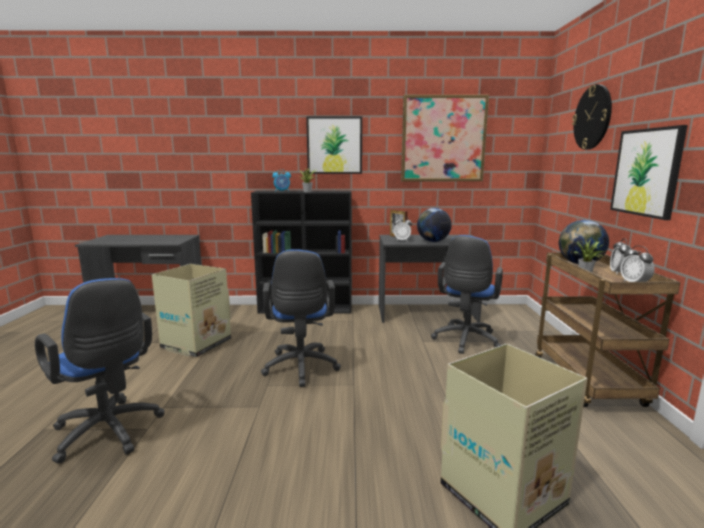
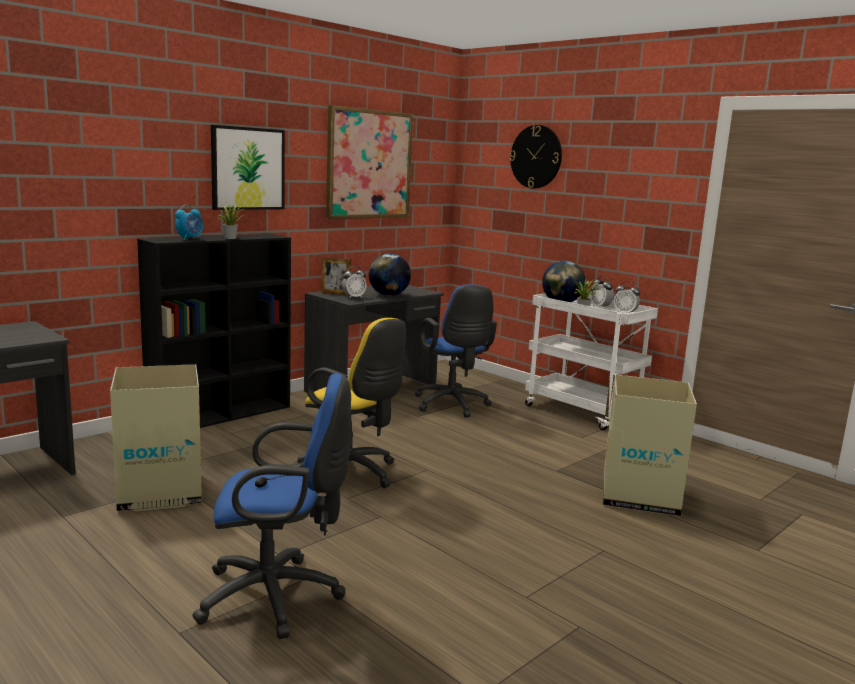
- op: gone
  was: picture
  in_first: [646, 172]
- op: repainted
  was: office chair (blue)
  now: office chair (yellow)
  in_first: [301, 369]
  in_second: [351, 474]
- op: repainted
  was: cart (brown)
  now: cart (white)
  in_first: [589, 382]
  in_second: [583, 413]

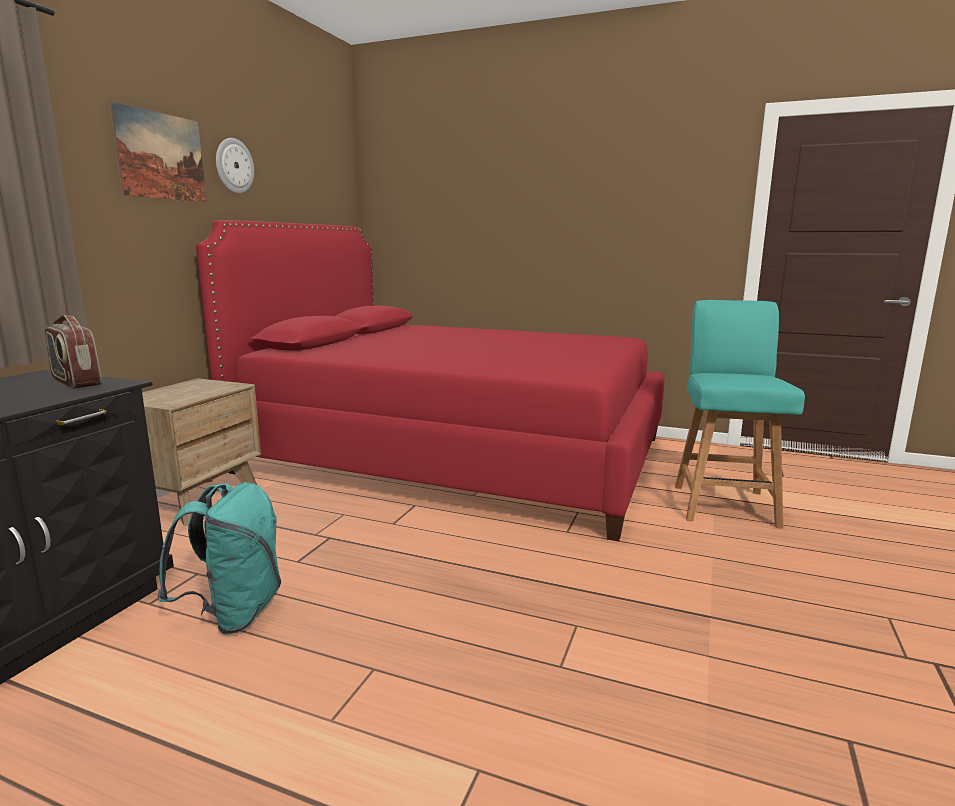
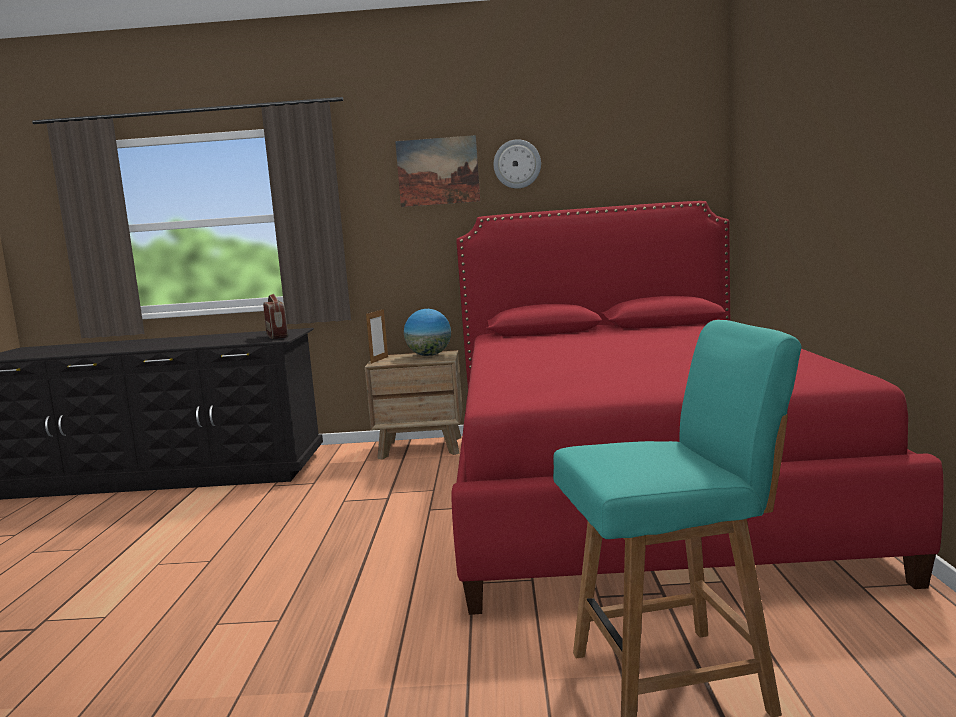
- op: gone
  was: backpack (turquoise)
  in_first: [234, 613]
- op: new
  now: picture frame
  in_second: [379, 360]
- op: new
  now: globe
  in_second: [429, 355]
- op: rotated
  was: radio
  in_first: [75, 382]
  in_second: [277, 336]
  clockwise: 135

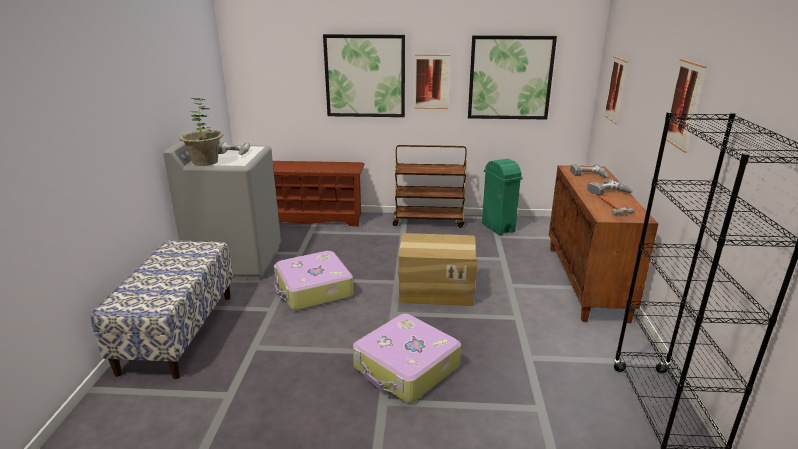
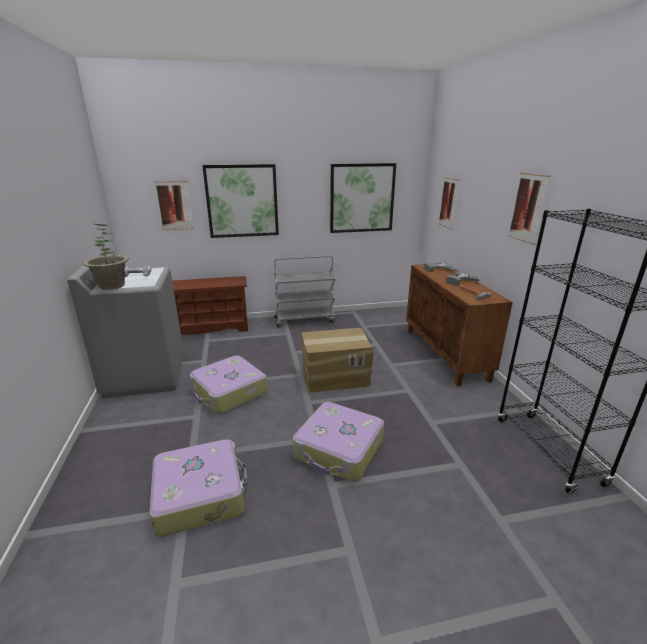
- op: gone
  was: bench
  in_first: [178, 332]
- op: gone
  was: trash can (green)
  in_first: [498, 228]
- op: new
  now: suitcase
  in_second: [200, 494]
- op: shifted
  was: picture
  in_first: [431, 82]
  in_second: [174, 205]
- op: repainted
  was: cart (brown)
  now: cart (grey)
  in_first: [429, 220]
  in_second: [305, 320]

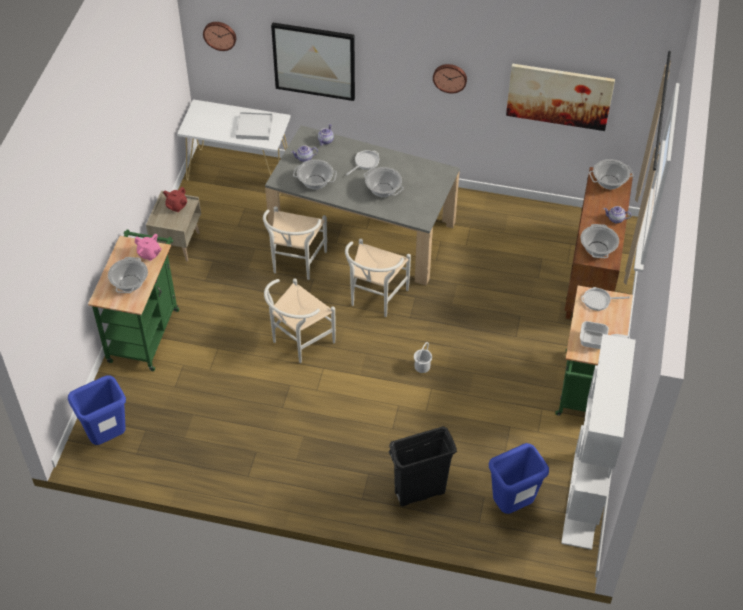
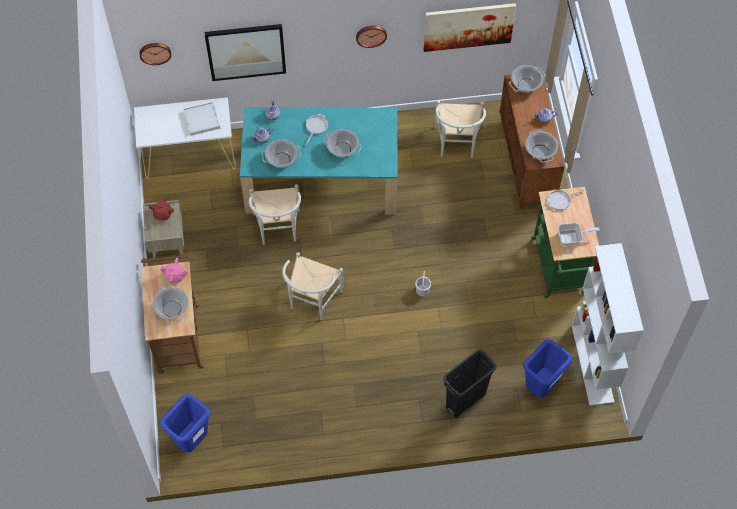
- op: shifted
  was: chair (white)
  in_first: [374, 299]
  in_second: [457, 145]
- op: repainted
  was: cart (green)
  now: cart (brown)
  in_first: [145, 331]
  in_second: [177, 334]
- op: repainted
  was: dining table (grey)
  now: dining table (turquoise)
  in_first: [362, 231]
  in_second: [321, 180]

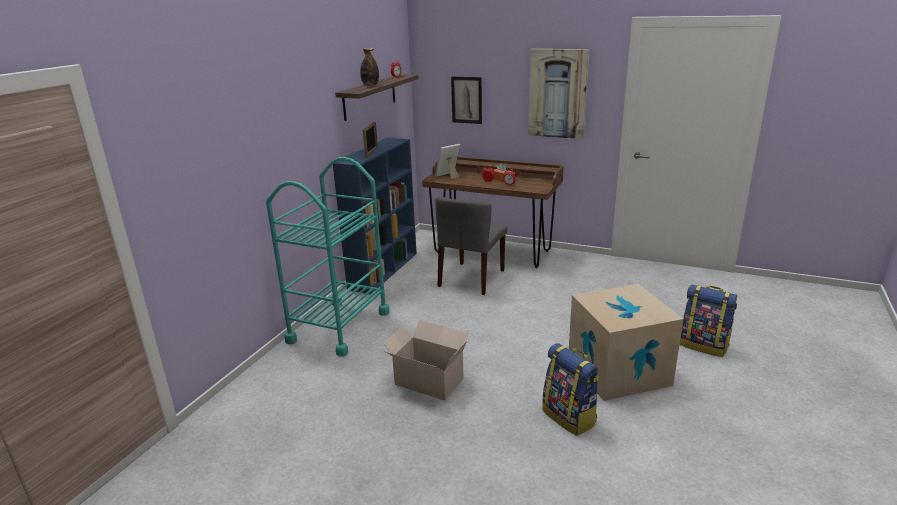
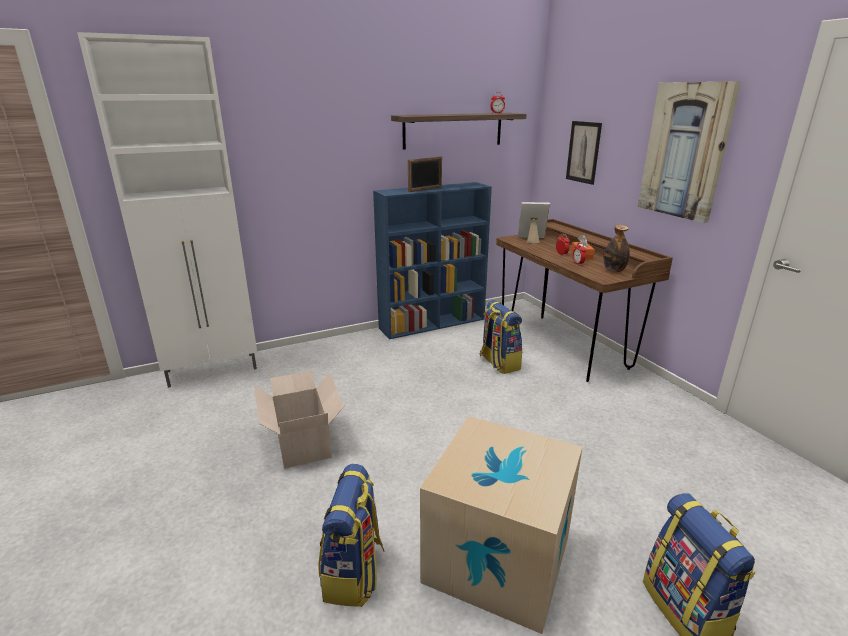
- op: gone
  was: cart (turquoise)
  in_first: [339, 327]
- op: new
  now: cabinet (white)
  in_second: [213, 370]
- op: shifted
  was: bottle
  in_first: [370, 85]
  in_second: [614, 270]
- op: swapped
  was: chair (grey)
  now: backpack
  in_first: [471, 278]
  in_second: [498, 363]

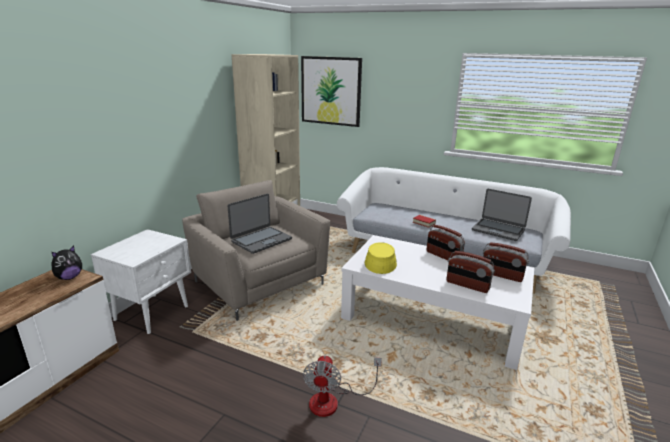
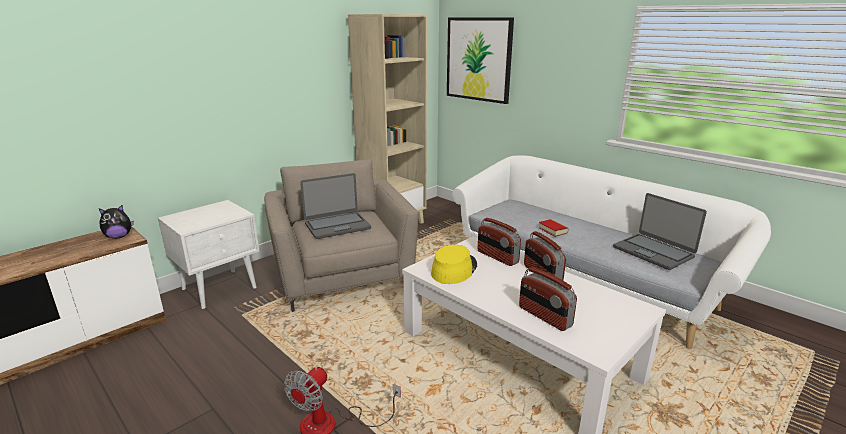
- op: shifted
  was: radio
  in_first: [501, 275]
  in_second: [497, 257]

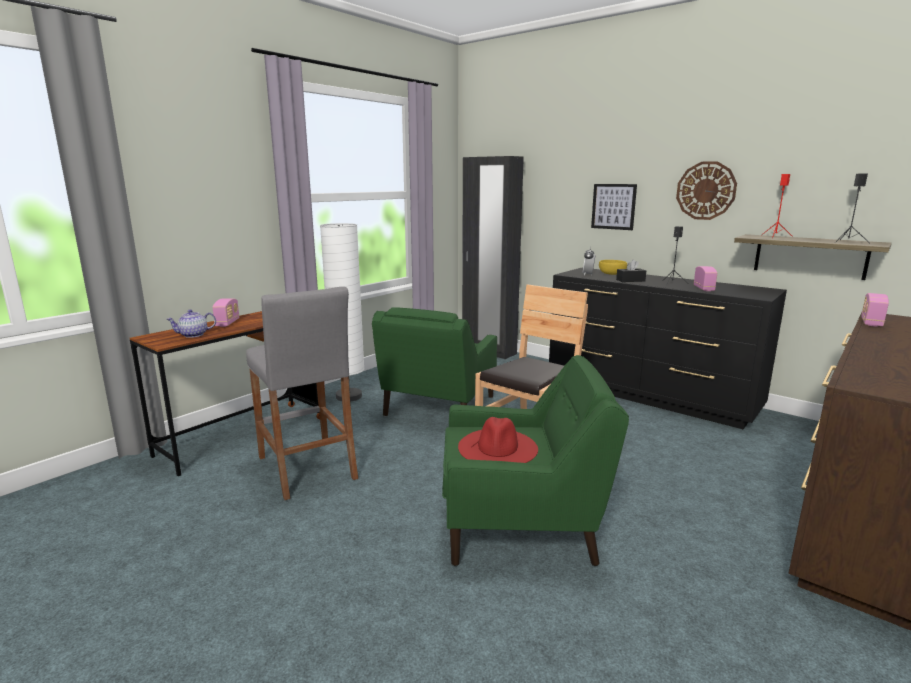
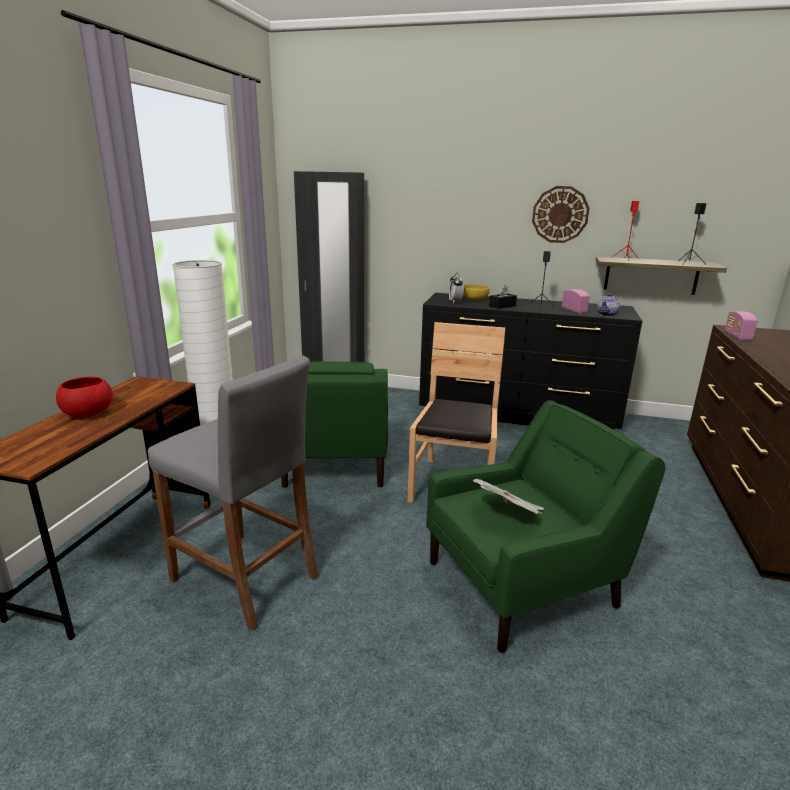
- op: gone
  was: picture
  in_first: [613, 206]
- op: shifted
  was: teapot
  in_first: [193, 335]
  in_second: [607, 314]
- op: swapped
  was: radio
  now: bowl (red)
  in_first: [227, 323]
  in_second: [88, 413]
- op: swapped
  was: hat (red)
  now: newspaper
  in_first: [498, 447]
  in_second: [509, 514]

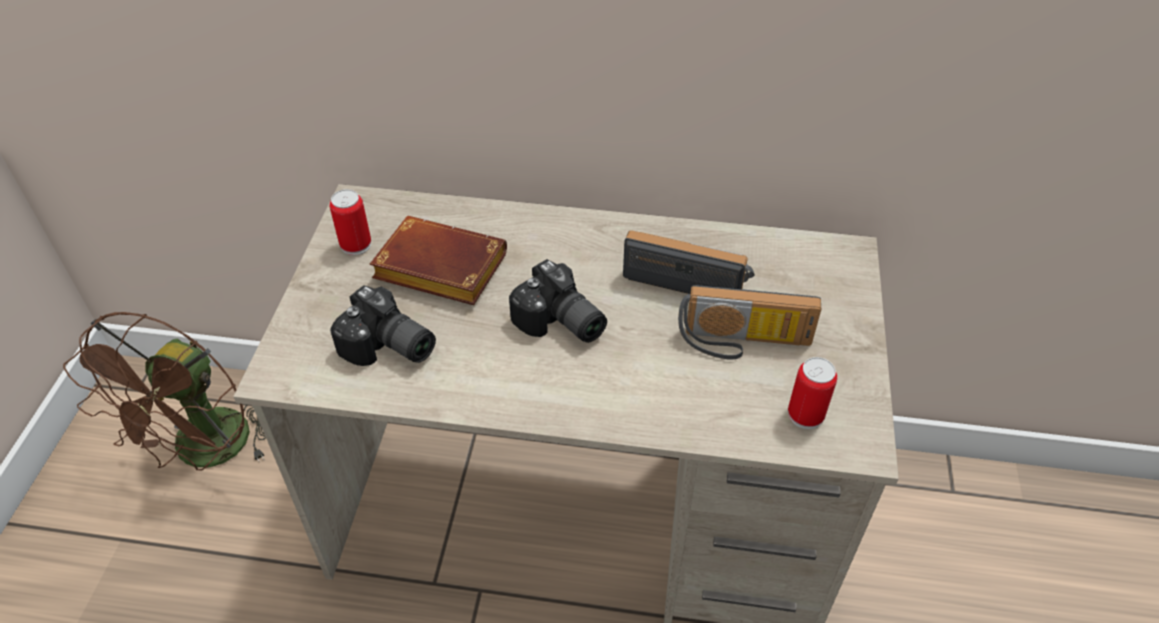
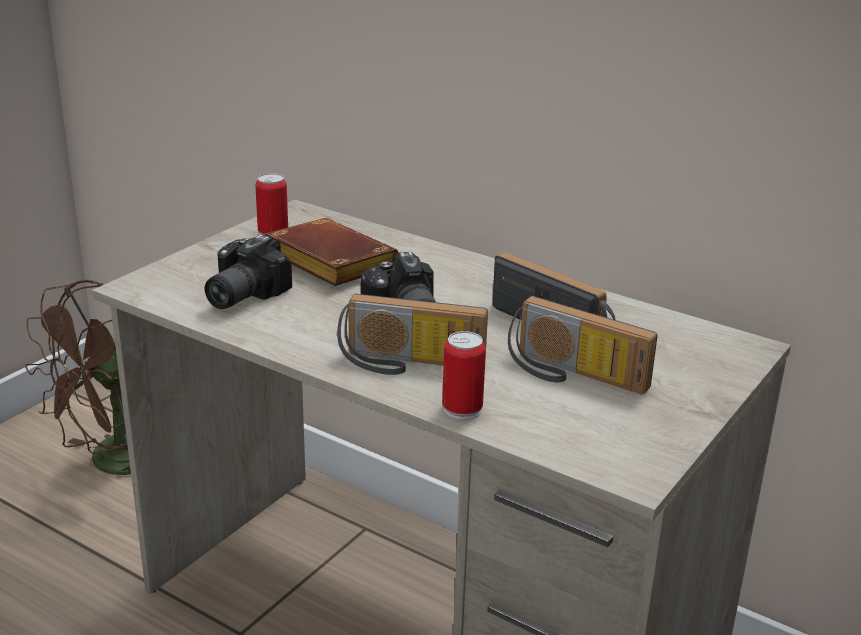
- op: new
  now: radio
  in_second: [409, 364]
- op: shifted
  was: can
  in_first: [805, 415]
  in_second: [462, 409]
- op: rotated
  was: photo camera
  in_first: [388, 348]
  in_second: [239, 295]
  clockwise: 60

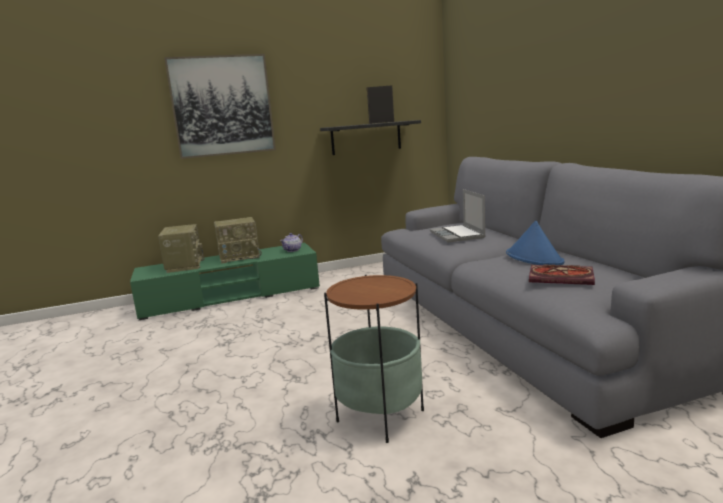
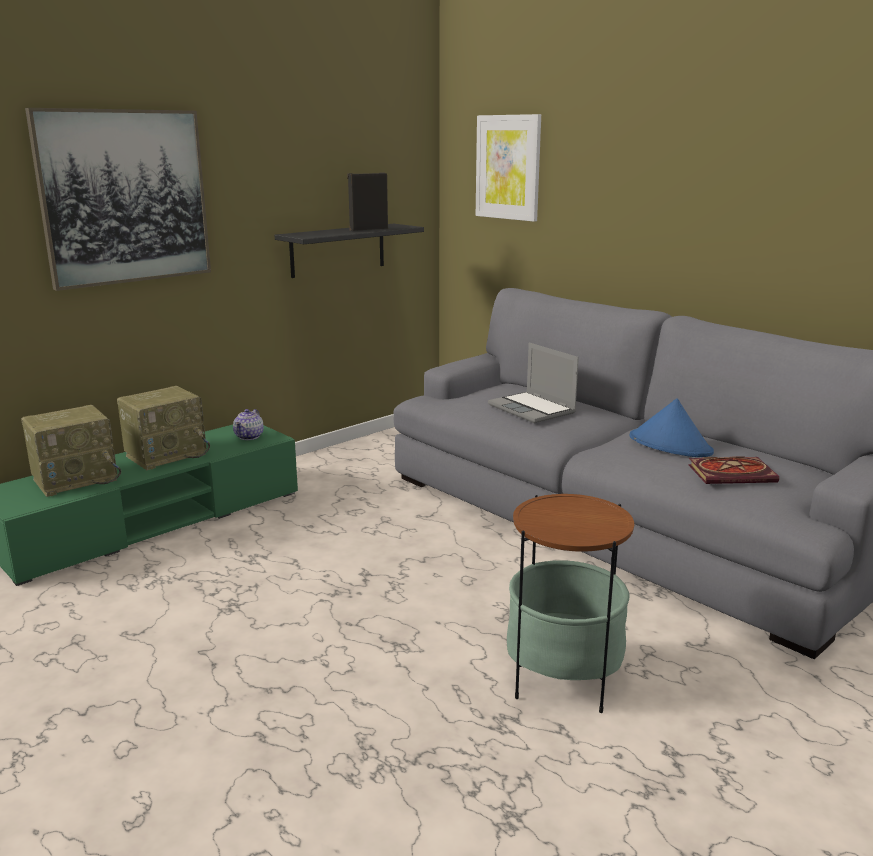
- op: new
  now: picture
  in_second: [508, 167]
- op: rotated
  was: radio
  in_first: [184, 265]
  in_second: [76, 479]
  clockwise: 90

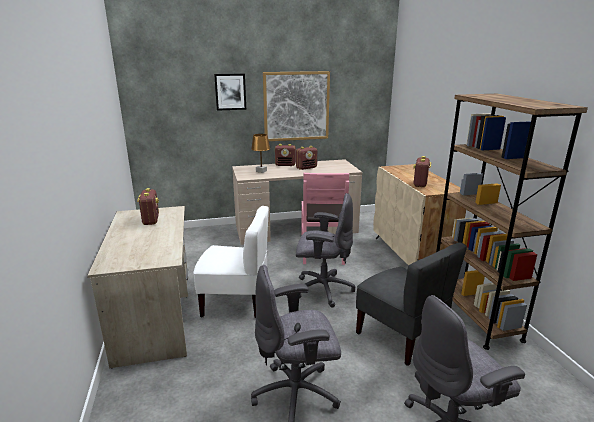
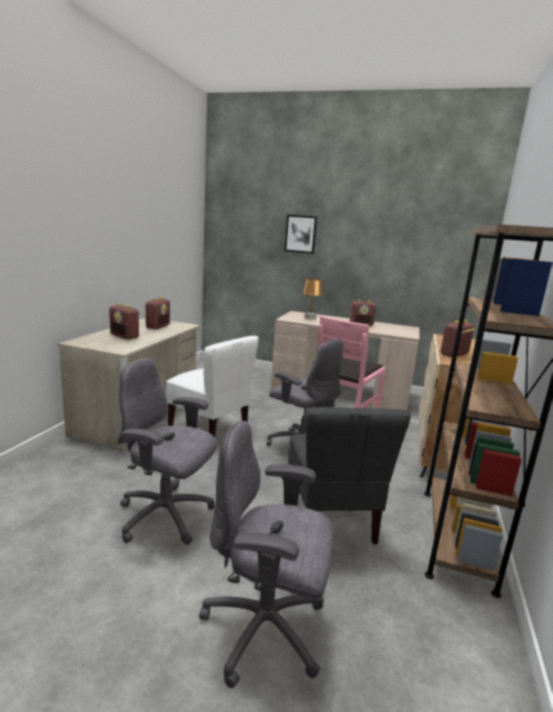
- op: gone
  was: picture
  in_first: [296, 106]
- op: shifted
  was: radio
  in_first: [285, 165]
  in_second: [125, 336]

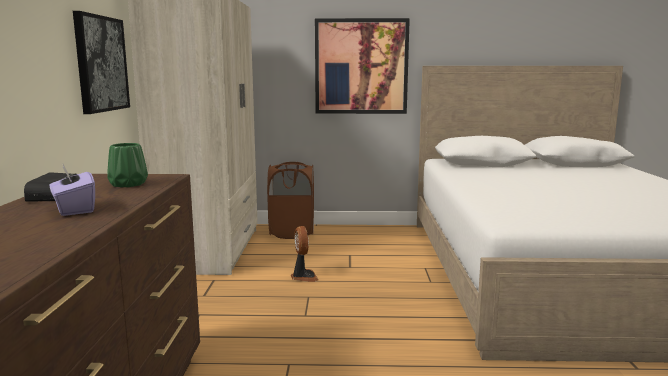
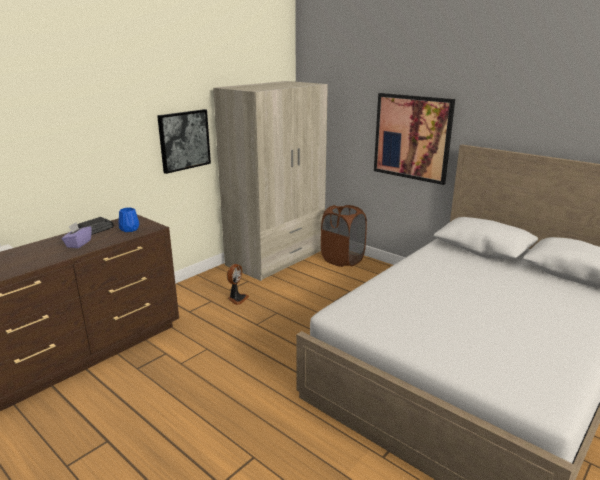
- op: shifted
  was: fan
  in_first: [303, 277]
  in_second: [237, 298]
- op: repainted
  was: vase (green)
  now: vase (blue)
  in_first: [128, 184]
  in_second: [129, 229]

